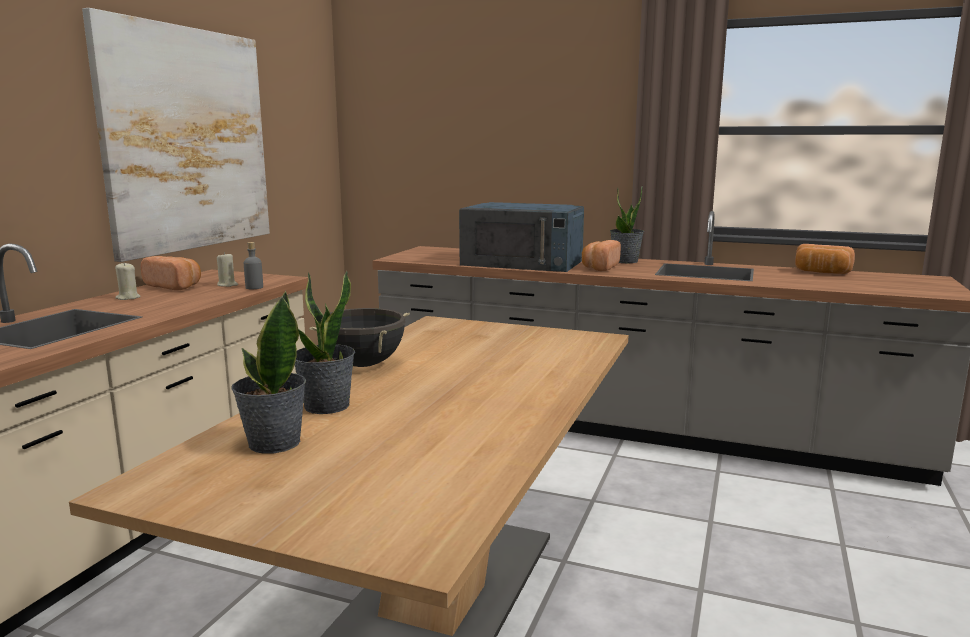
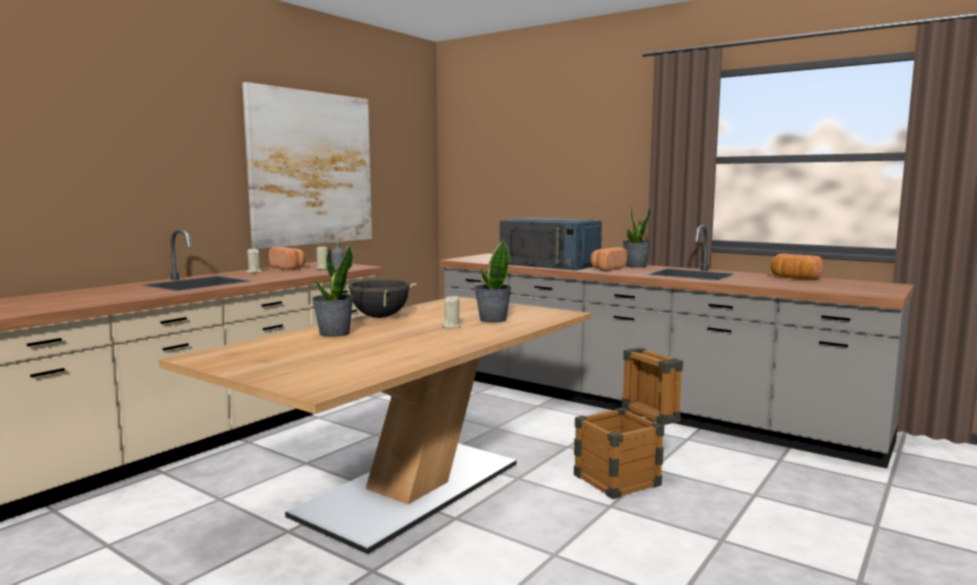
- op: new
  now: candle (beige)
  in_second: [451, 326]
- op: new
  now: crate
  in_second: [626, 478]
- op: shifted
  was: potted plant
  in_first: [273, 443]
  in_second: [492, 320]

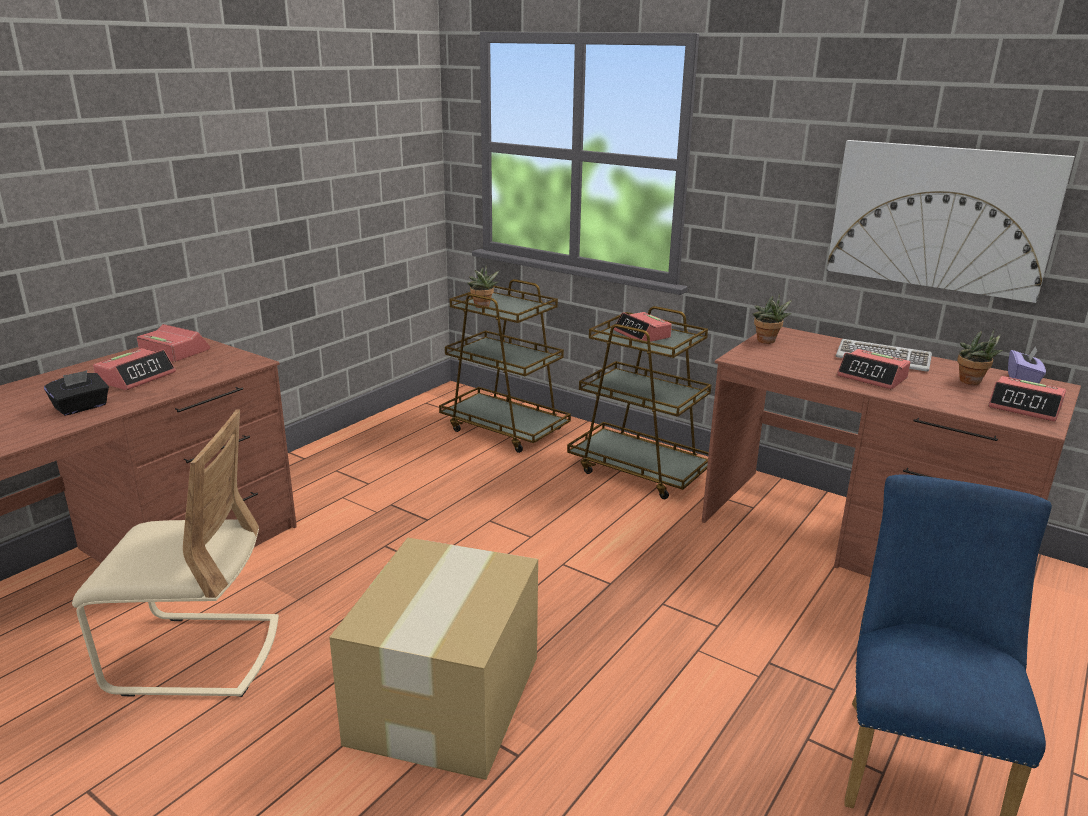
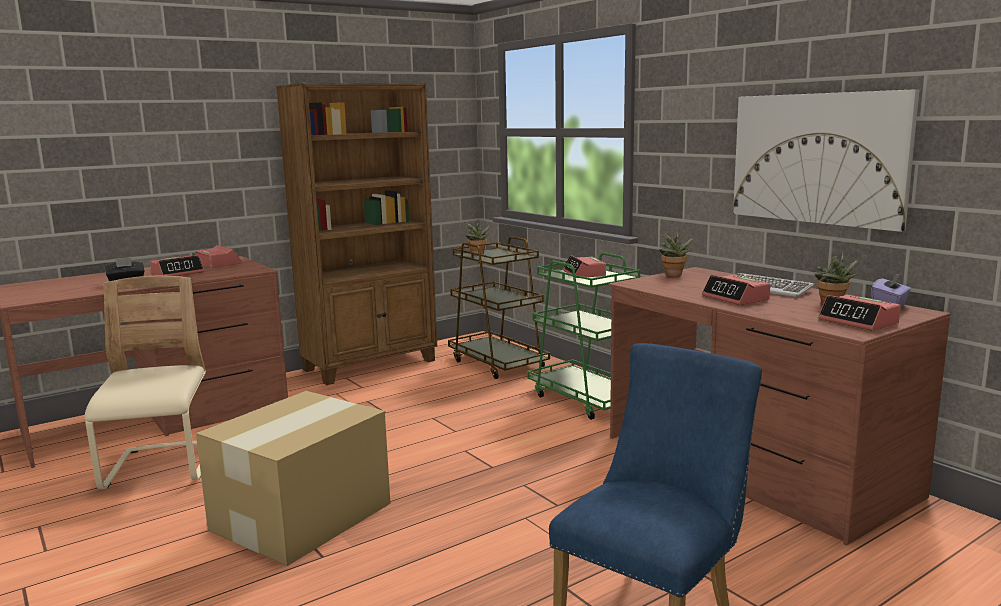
- op: new
  now: bookcase (brown)
  in_second: [371, 365]
- op: repainted
  was: cart (brown)
  now: cart (green)
  in_first: [639, 470]
  in_second: [587, 399]
- op: rotated
  was: chair (beige)
  in_first: [195, 655]
  in_second: [161, 468]
  clockwise: -120

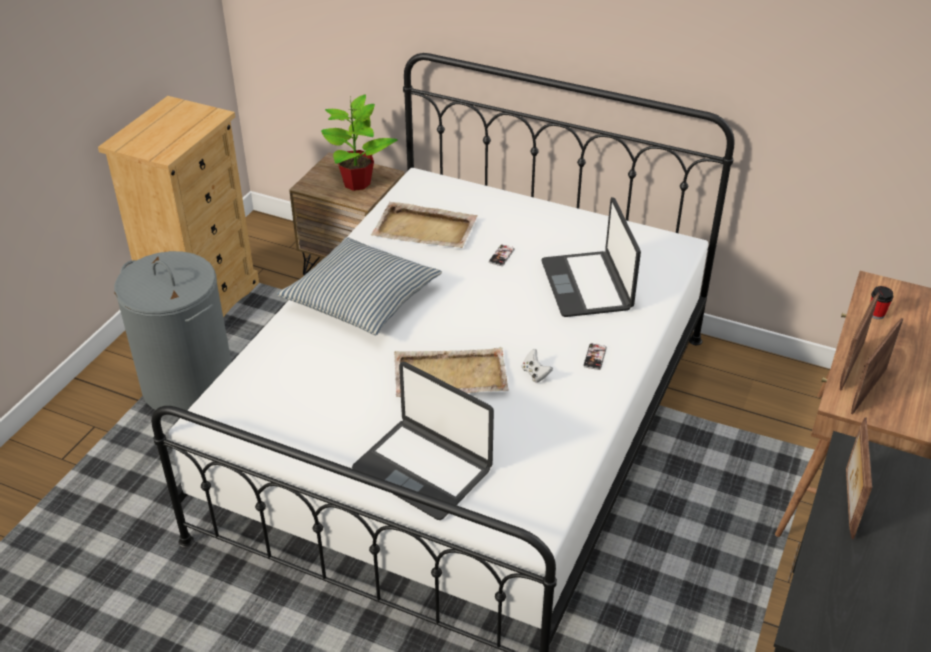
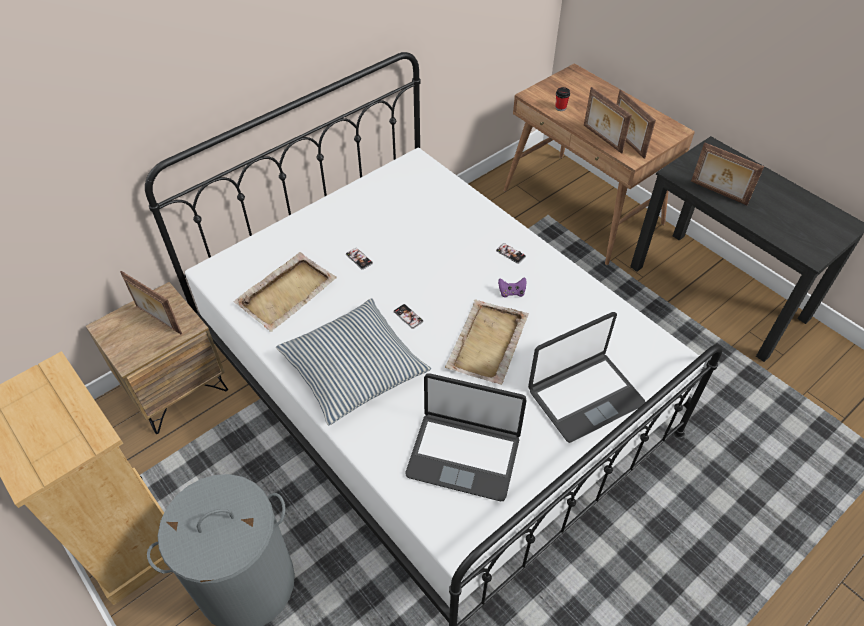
- op: new
  now: phone
  in_second: [408, 316]
- op: shifted
  was: laptop
  in_first: [587, 285]
  in_second: [463, 455]
- op: swapped
  was: potted plant
  now: picture frame
  in_first: [357, 182]
  in_second: [157, 320]
- op: repainted
  was: game controller (white)
  now: game controller (purple)
  in_first: [535, 374]
  in_second: [511, 292]

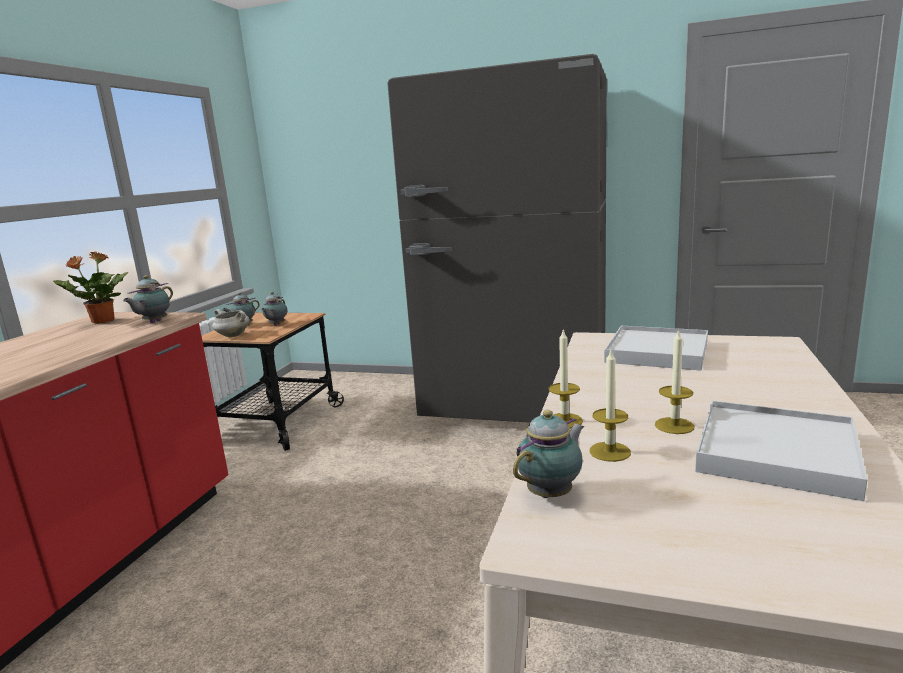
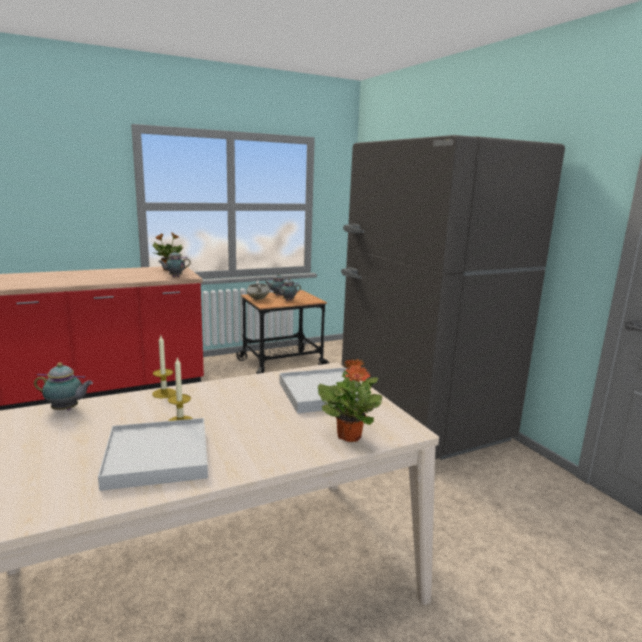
- op: gone
  was: candle
  in_first: [609, 451]
- op: new
  now: potted plant
  in_second: [349, 436]

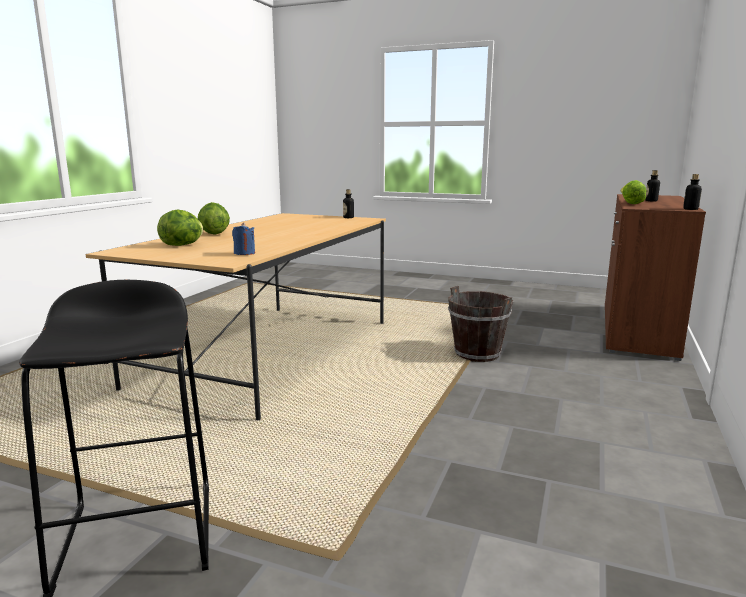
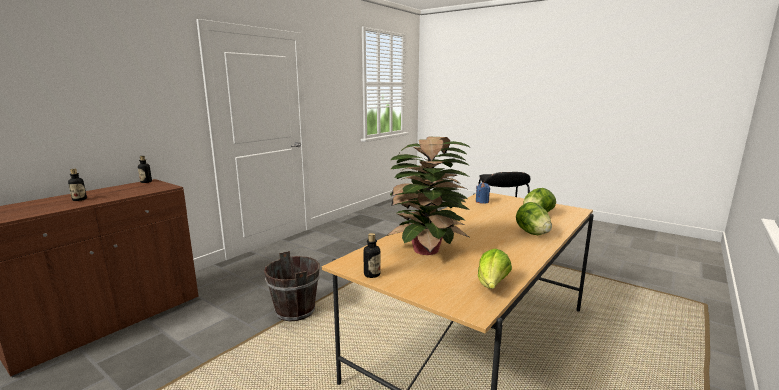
- op: new
  now: potted plant
  in_second: [426, 251]
- op: shifted
  was: lettuce
  in_first: [630, 203]
  in_second: [492, 285]

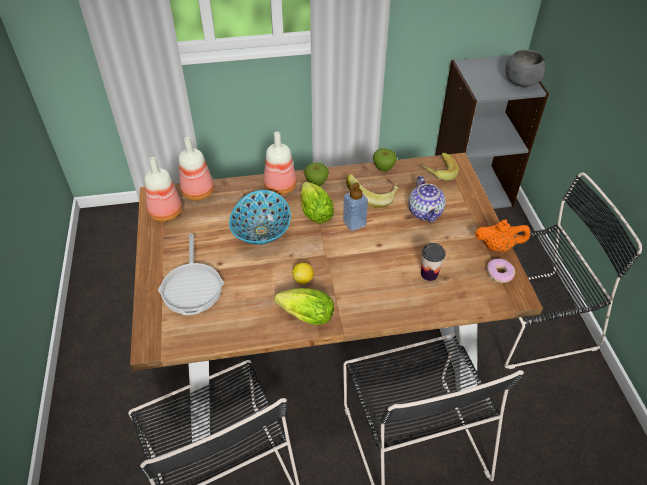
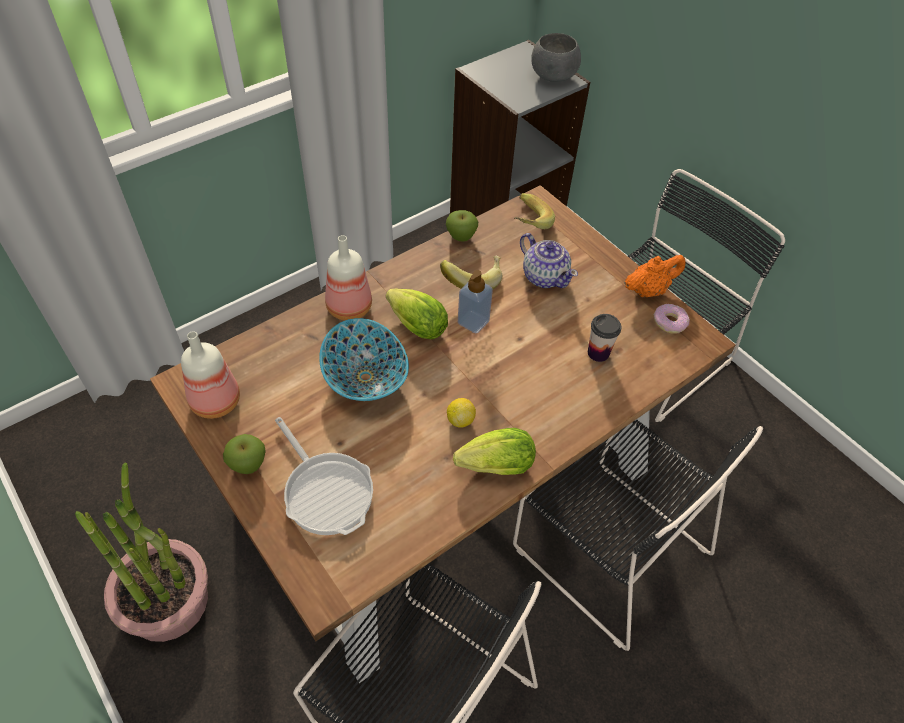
- op: gone
  was: bottle
  in_first: [198, 191]
- op: new
  now: potted plant
  in_second: [167, 600]
- op: shifted
  was: apple
  in_first: [316, 183]
  in_second: [248, 465]

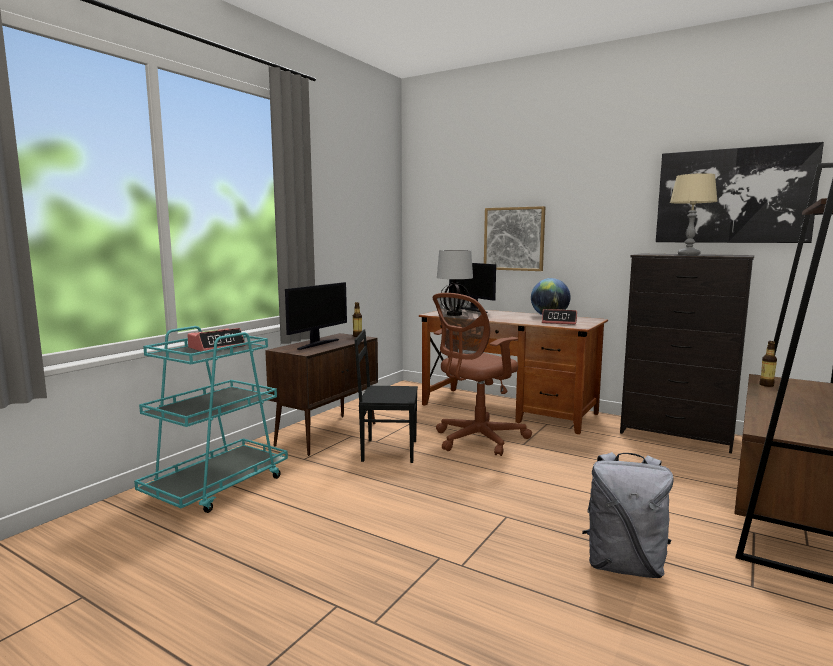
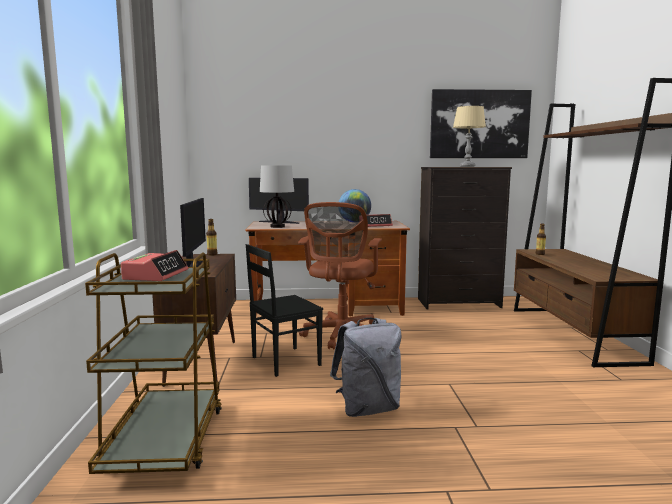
- op: gone
  was: picture
  in_first: [514, 239]
- op: shifted
  was: backpack (grey)
  in_first: [624, 565]
  in_second: [368, 409]
- op: repainted
  was: cart (turquoise)
  now: cart (brown)
  in_first: [217, 486]
  in_second: [165, 441]

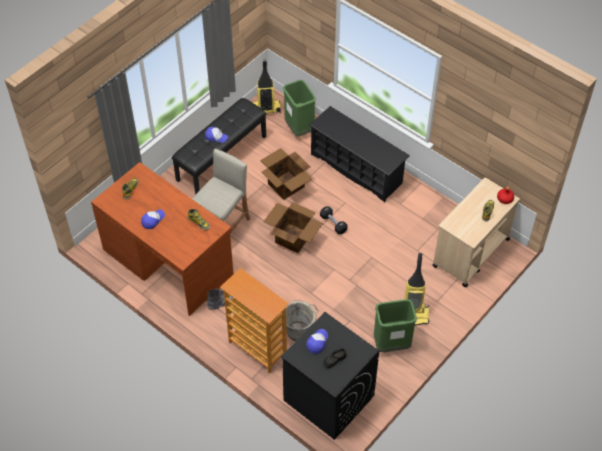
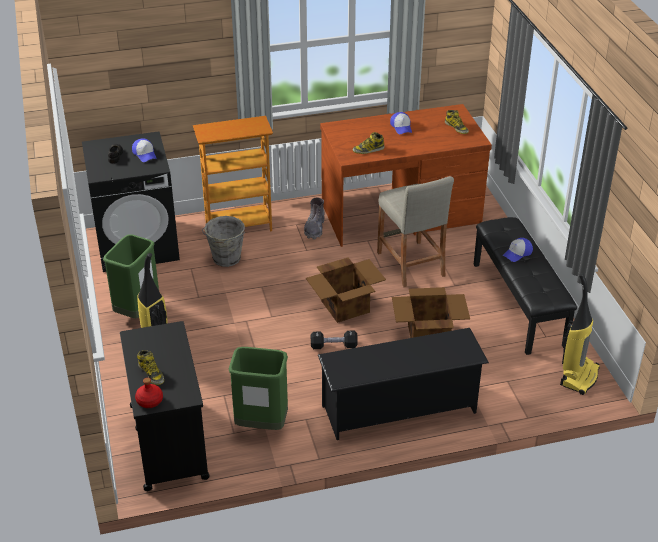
- op: shifted
  was: trash can (green)
  in_first: [299, 129]
  in_second: [261, 424]
- op: repainted
  was: cart (beige)
  now: cart (black)
  in_first: [470, 253]
  in_second: [168, 440]

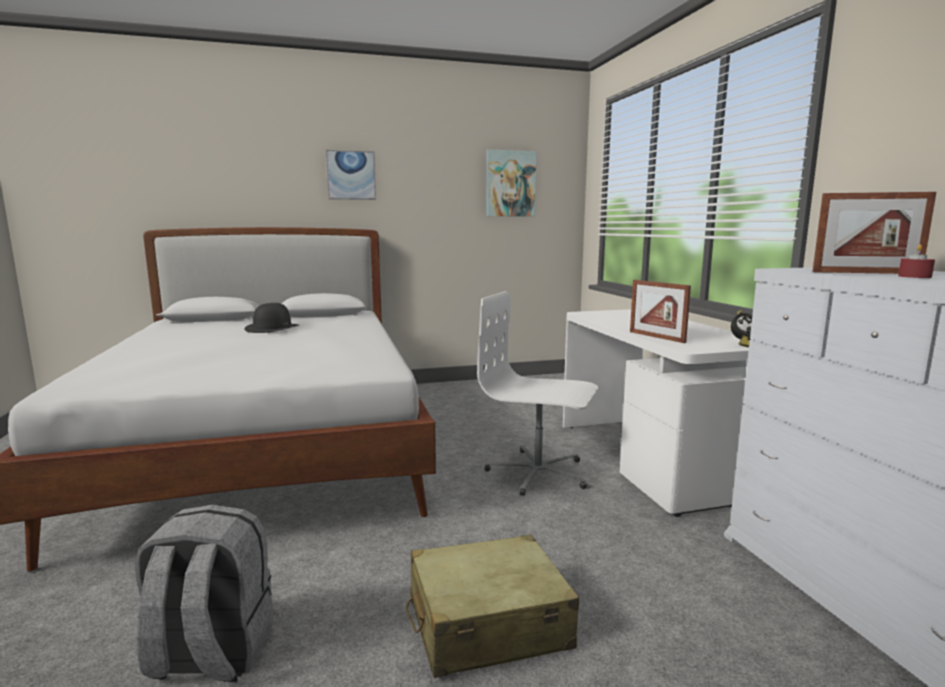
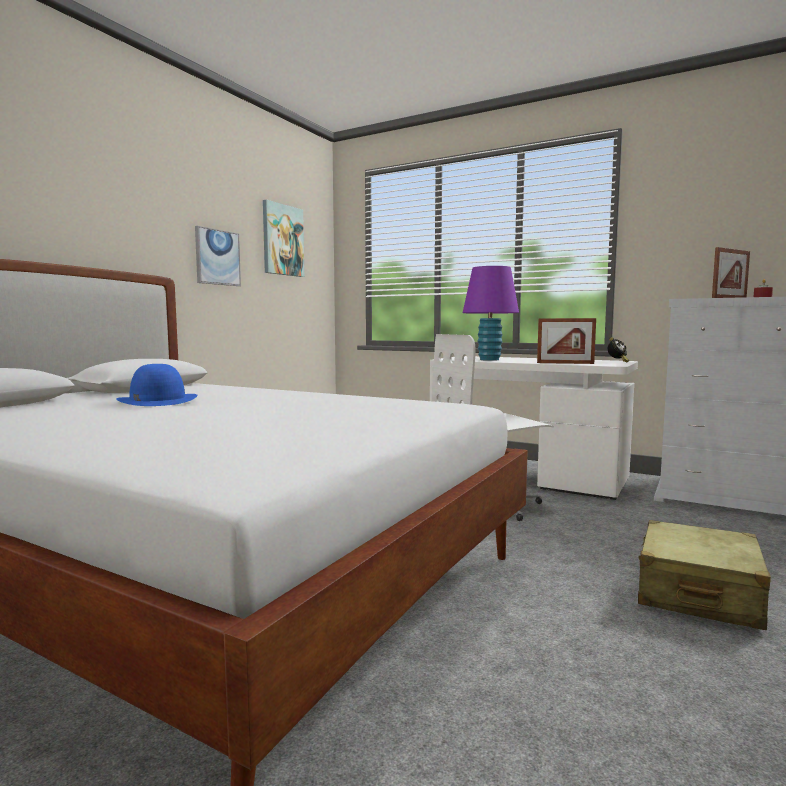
- op: gone
  was: backpack (grey)
  in_first: [211, 655]
- op: new
  now: table lamp (purple)
  in_second: [489, 360]
- op: shifted
  was: picture
  in_first: [351, 175]
  in_second: [217, 257]
- op: repainted
  was: hat (black)
  now: hat (blue)
  in_first: [272, 328]
  in_second: [157, 400]

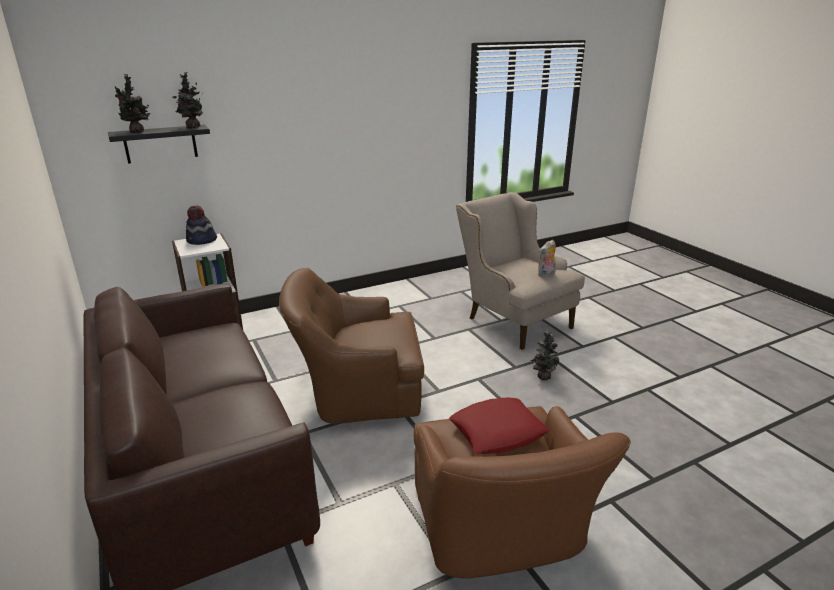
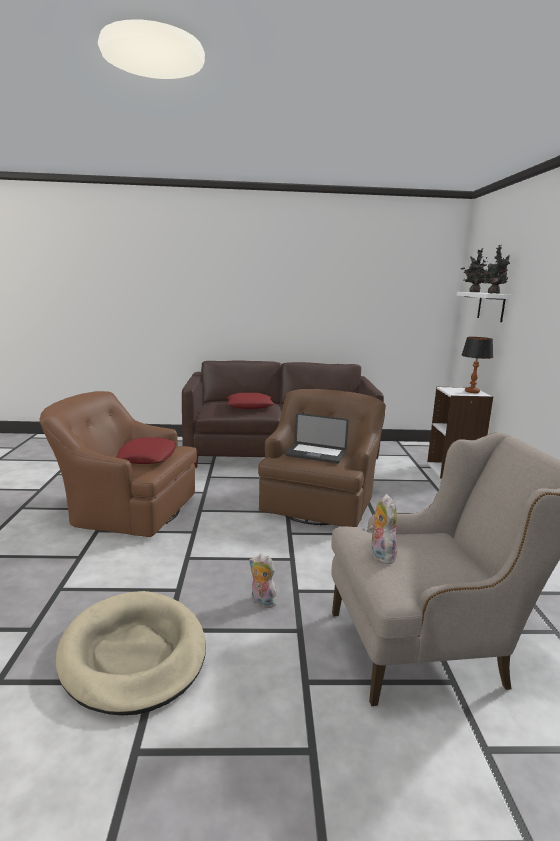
- op: new
  now: dog bed (beige)
  in_second: [133, 655]
- op: new
  now: pillow (red)
  in_second: [249, 405]
- op: new
  now: laptop
  in_second: [315, 454]
- op: swapped
  was: hat
  now: table lamp
  in_first: [201, 241]
  in_second: [471, 392]
- op: swapped
  was: potted plant
  now: plush toy
  in_first: [542, 376]
  in_second: [261, 601]
- op: repainted
  was: shelf (black)
  now: shelf (white)
  in_first: [160, 144]
  in_second: [491, 306]

